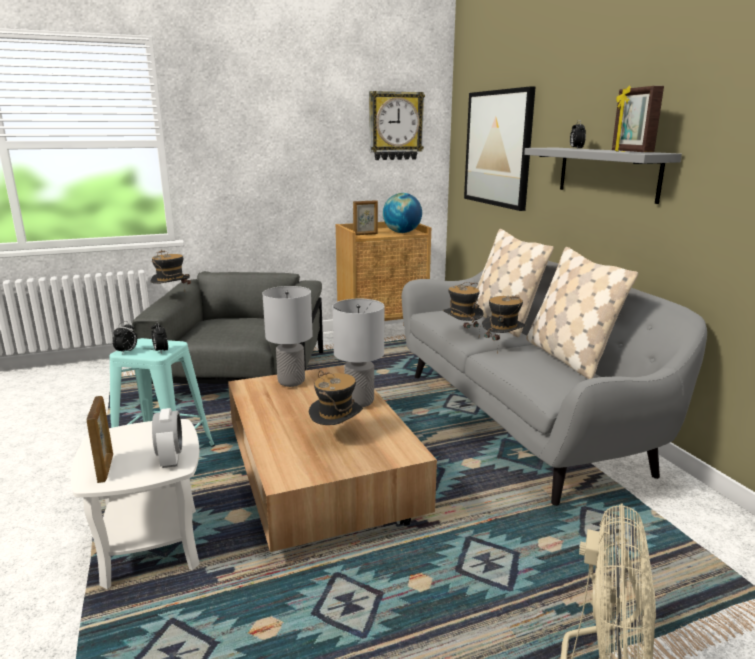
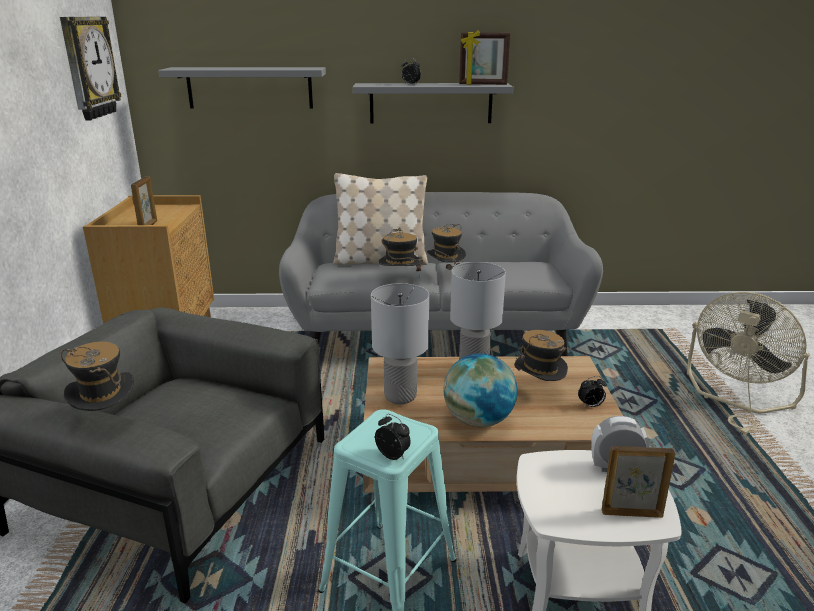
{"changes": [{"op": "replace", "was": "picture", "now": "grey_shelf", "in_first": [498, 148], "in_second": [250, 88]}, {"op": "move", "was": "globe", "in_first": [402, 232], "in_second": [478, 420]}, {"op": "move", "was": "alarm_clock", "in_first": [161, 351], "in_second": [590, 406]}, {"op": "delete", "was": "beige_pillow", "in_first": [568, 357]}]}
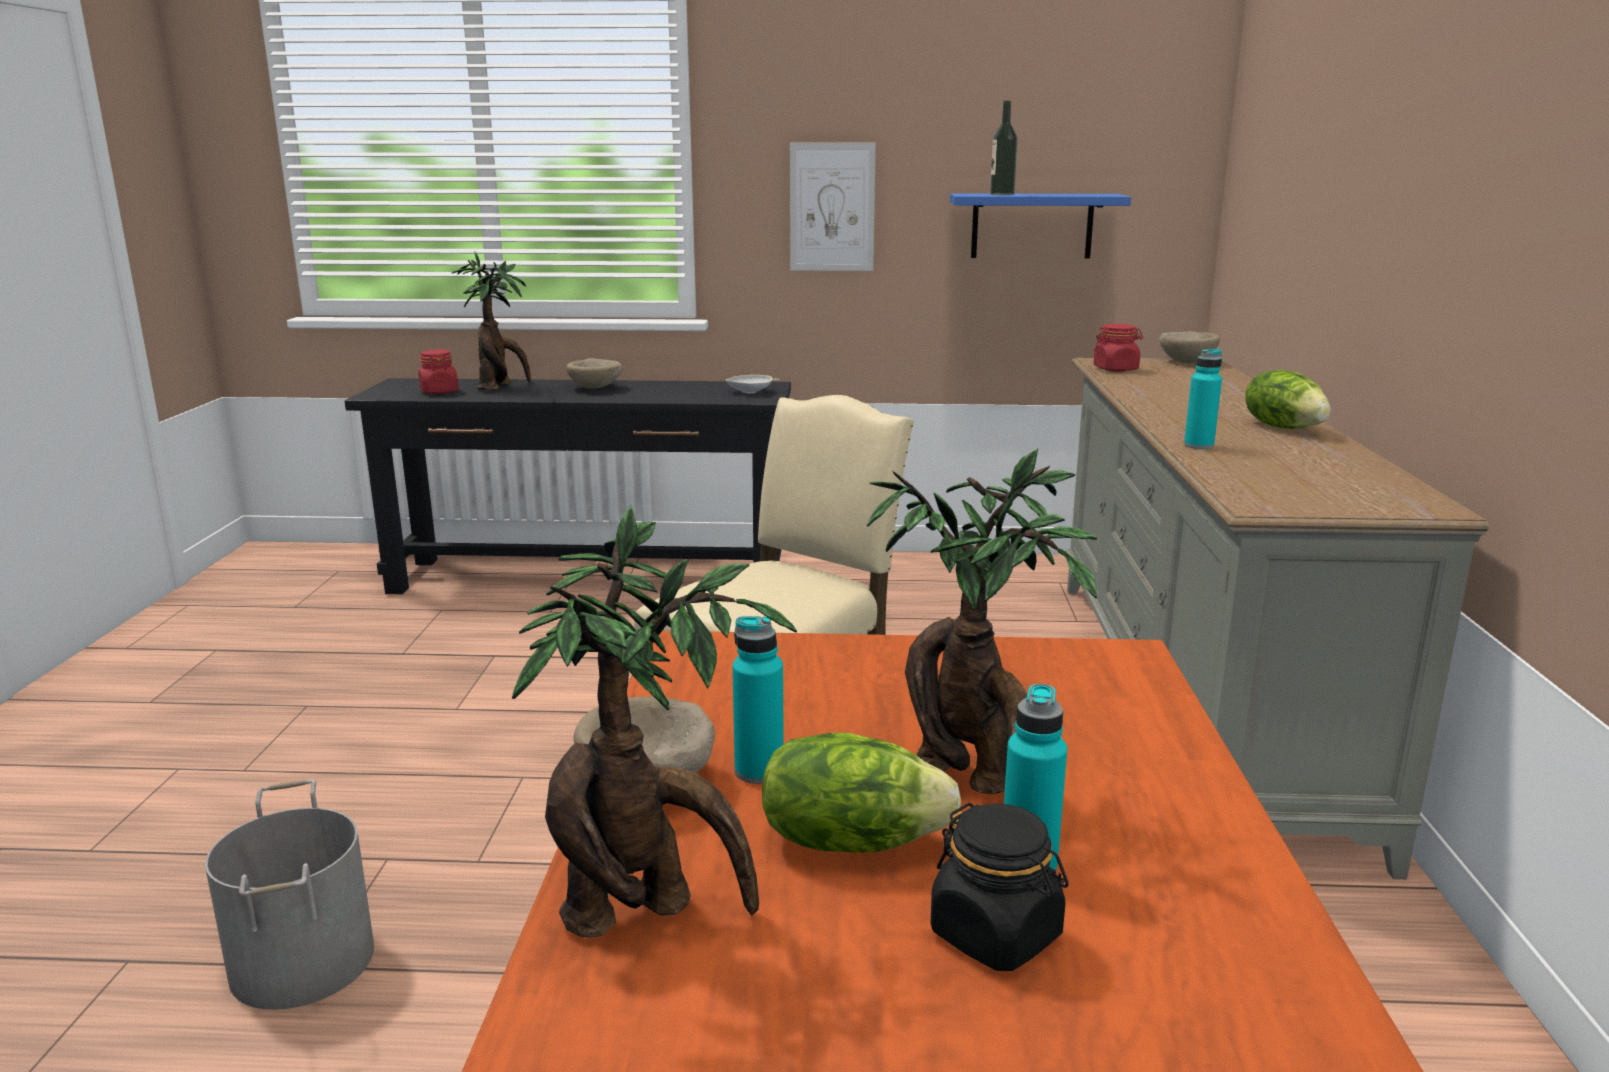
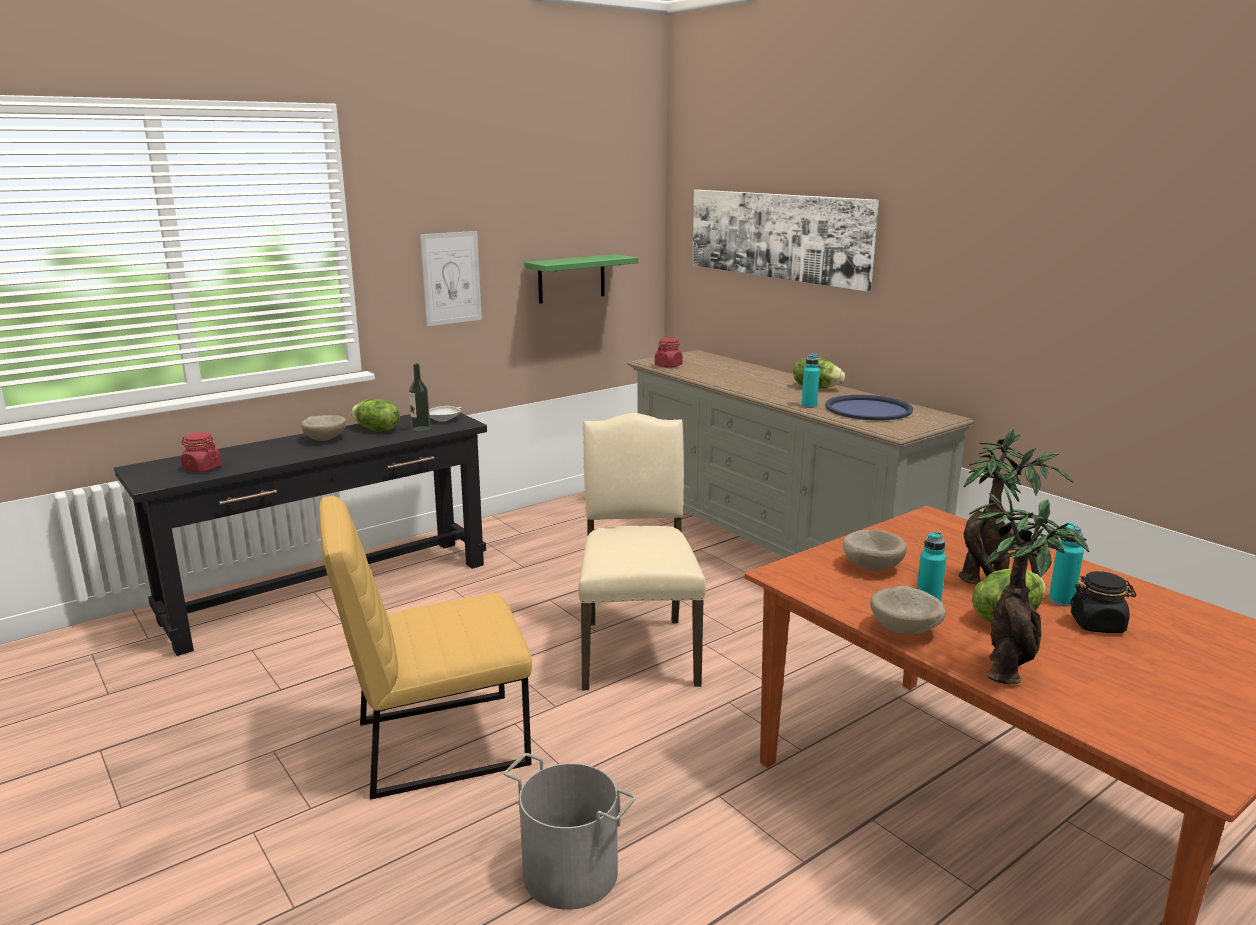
{"changes": [{"op": "insert", "now": "yellow_chair", "in_second": [436, 743]}, {"op": "insert", "now": "lettuce", "in_second": [376, 430]}, {"op": "move", "was": "bottle", "in_first": [1002, 194], "in_second": [421, 429]}, {"op": "recolor", "was": "blue_shelf", "now": "green_shelf", "in_first": [1032, 226], "in_second": [571, 278]}, {"op": "insert", "now": "picture", "in_second": [777, 236]}, {"op": "insert", "now": "blue_tray", "in_second": [868, 409]}, {"op": "move", "was": "beige_bowl", "in_first": [1187, 362], "in_second": [871, 566]}, {"op": "delete", "was": "potted_plant", "in_first": [500, 387]}]}
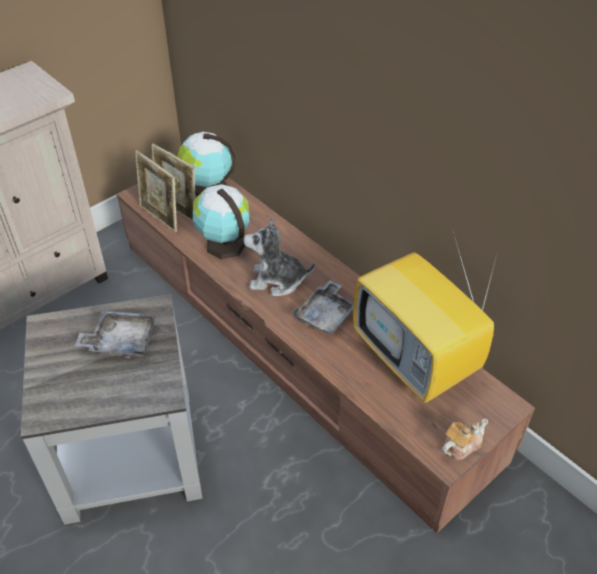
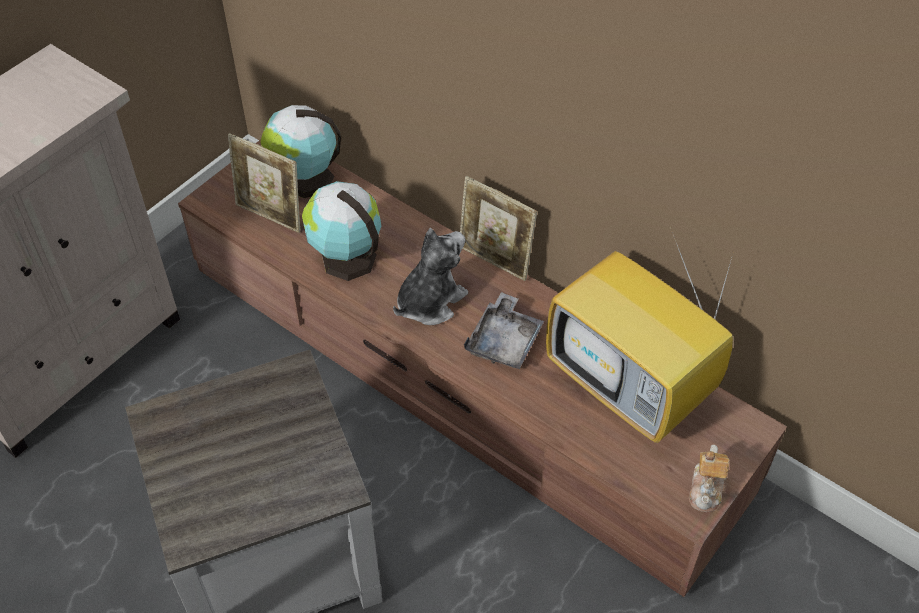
{"changes": [{"op": "rotate", "was": "plush_toy", "in_first": [277, 280], "in_second": [429, 301], "clockwise": 135}, {"op": "move", "was": "picture_frame", "in_first": [160, 218], "in_second": [495, 261]}, {"op": "rotate", "was": "teapot", "in_first": [461, 445], "in_second": [706, 489], "clockwise": 150}, {"op": "delete", "was": "grey_tray", "in_first": [121, 341]}]}
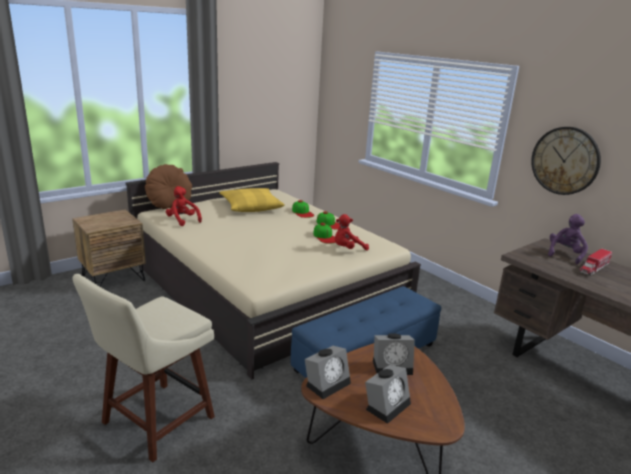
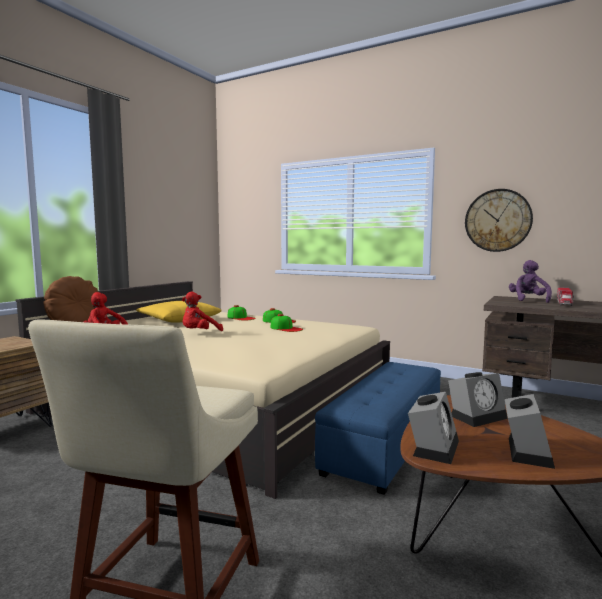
{"changes": [{"op": "move", "was": "red_plush_toy", "in_first": [347, 249], "in_second": [199, 333]}]}
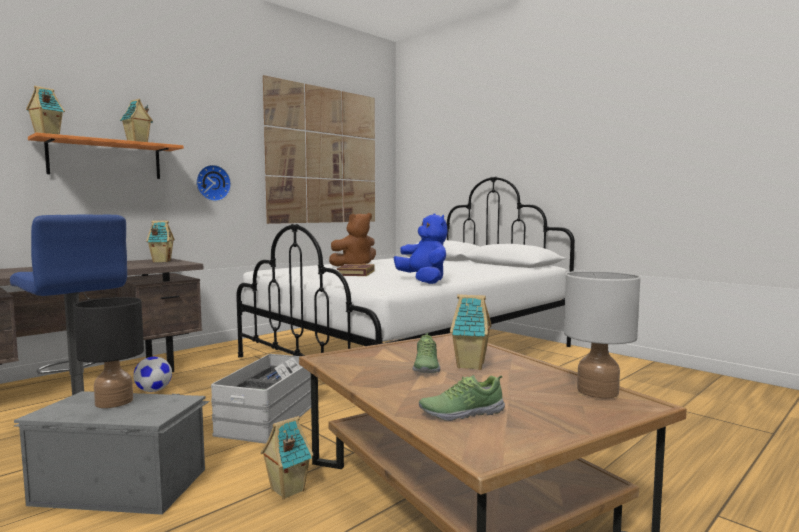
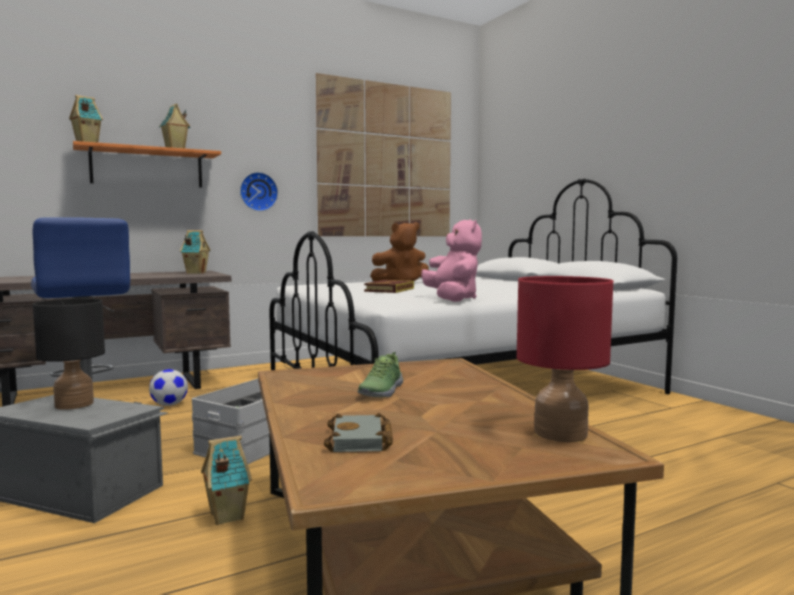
{"changes": [{"op": "replace", "was": "shoe", "now": "grey_book", "in_first": [461, 412], "in_second": [361, 440]}, {"op": "recolor", "was": "blue_plush_toy", "now": "pink_plush_toy", "in_first": [424, 281], "in_second": [452, 299]}, {"op": "recolor", "was": "grey_table_lamp", "now": "red_table_lamp", "in_first": [597, 391], "in_second": [560, 433]}, {"op": "delete", "was": "toy_house", "in_first": [471, 365]}]}
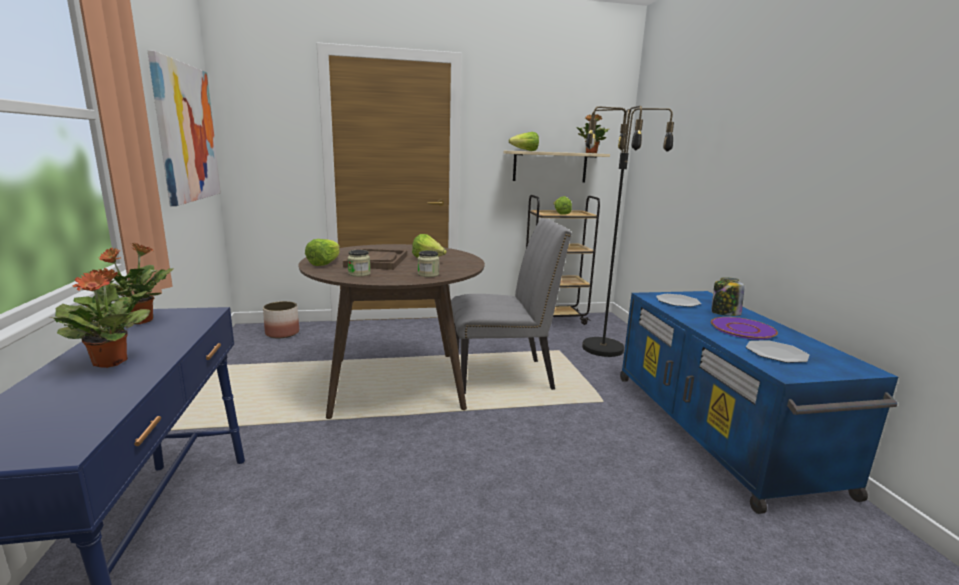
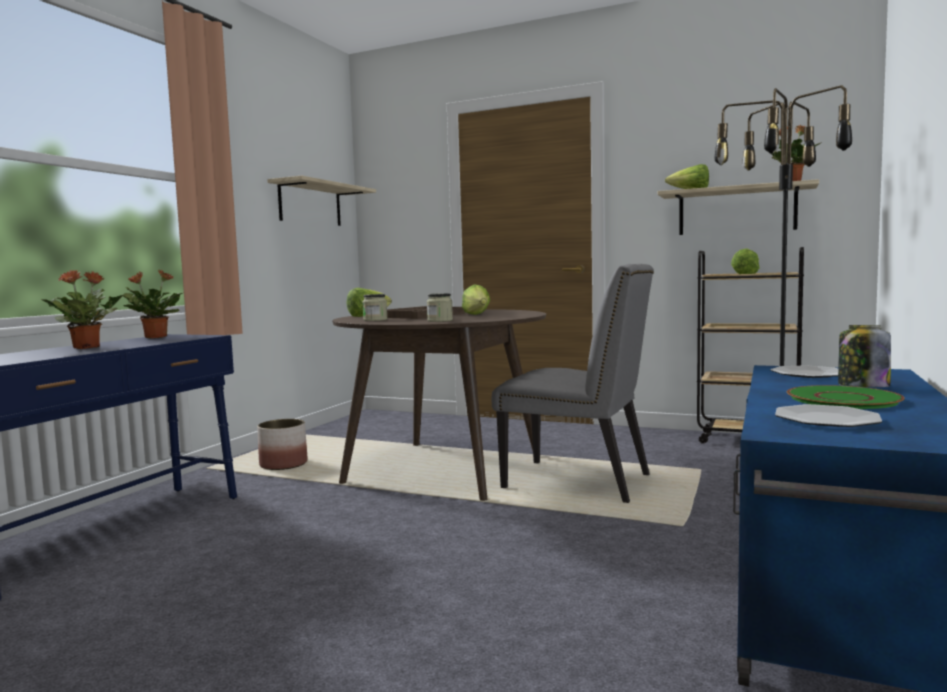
{"changes": [{"op": "move", "was": "planter", "in_first": [282, 333], "in_second": [283, 465]}, {"op": "replace", "was": "picture", "now": "shelf", "in_first": [186, 133], "in_second": [310, 204]}, {"op": "recolor", "was": "purple_plate", "now": "green_plate", "in_first": [743, 329], "in_second": [844, 399]}]}
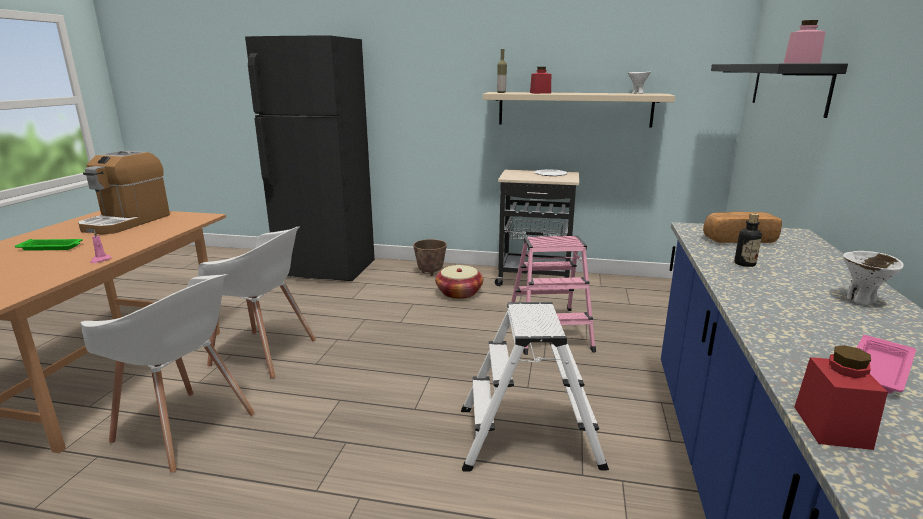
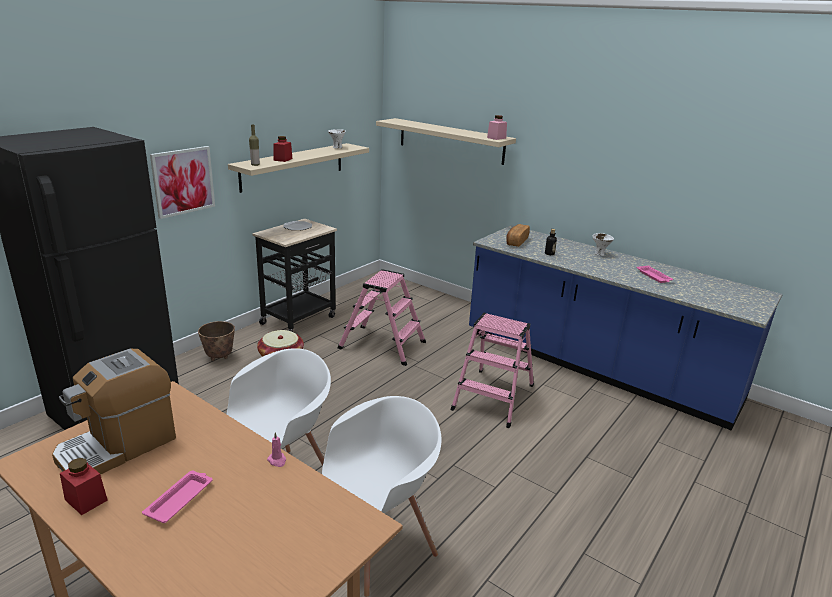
{"changes": [{"op": "rotate", "was": "coffee_machine", "in_first": [126, 222], "in_second": [118, 446], "clockwise": 90}, {"op": "move", "was": "red_jar", "in_first": [831, 427], "in_second": [86, 500]}, {"op": "recolor", "was": "green_tray", "now": "pink_tray", "in_first": [52, 247], "in_second": [180, 499]}, {"op": "insert", "now": "picture", "in_second": [183, 181]}, {"op": "recolor", "was": "black_shelf", "now": "beige_shelf", "in_first": [788, 86], "in_second": [450, 141]}, {"op": "recolor", "was": "white_step_ladder", "now": "pink_step_ladder", "in_first": [529, 437], "in_second": [493, 396]}]}
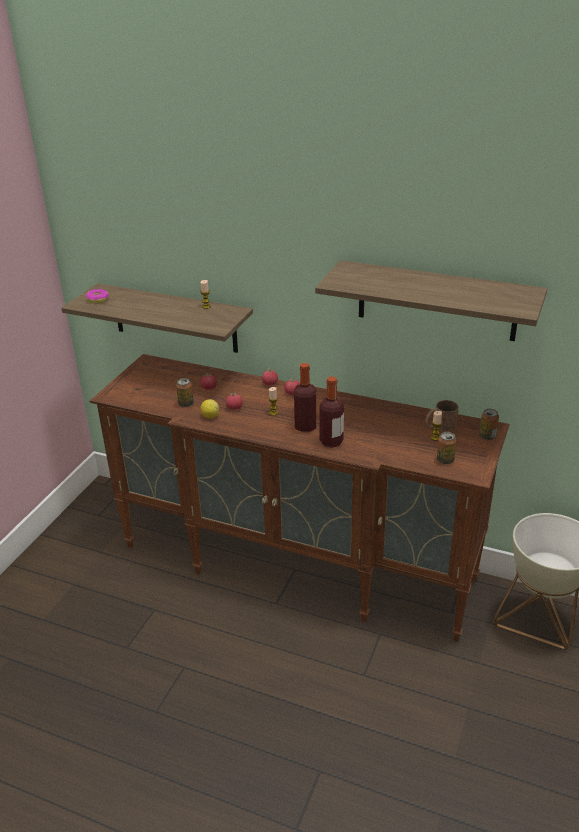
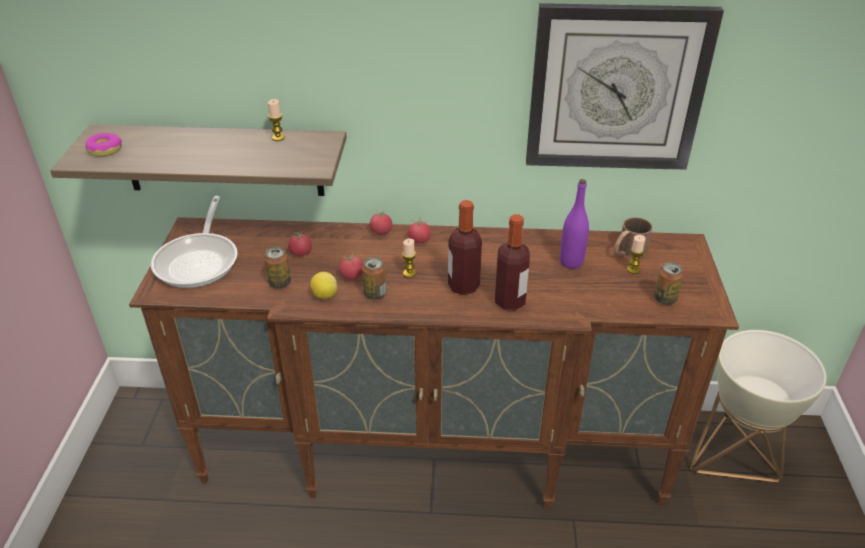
{"changes": [{"op": "insert", "now": "frying_pan", "in_second": [199, 260]}, {"op": "move", "was": "can", "in_first": [487, 436], "in_second": [375, 294]}, {"op": "replace", "was": "shelf", "now": "wall_clock", "in_first": [436, 301], "in_second": [616, 89]}, {"op": "insert", "now": "purple_bottle", "in_second": [571, 262]}]}
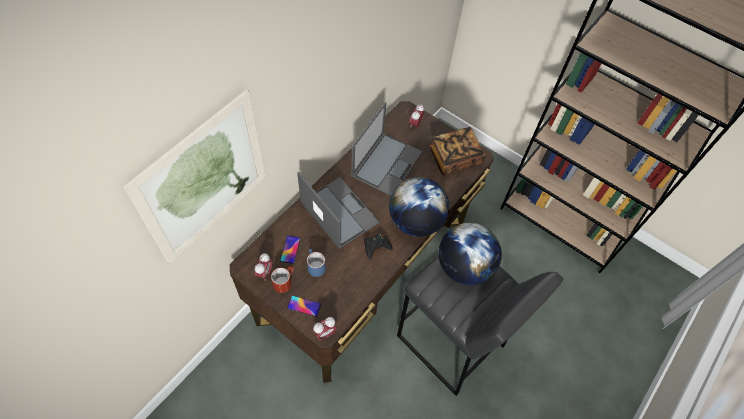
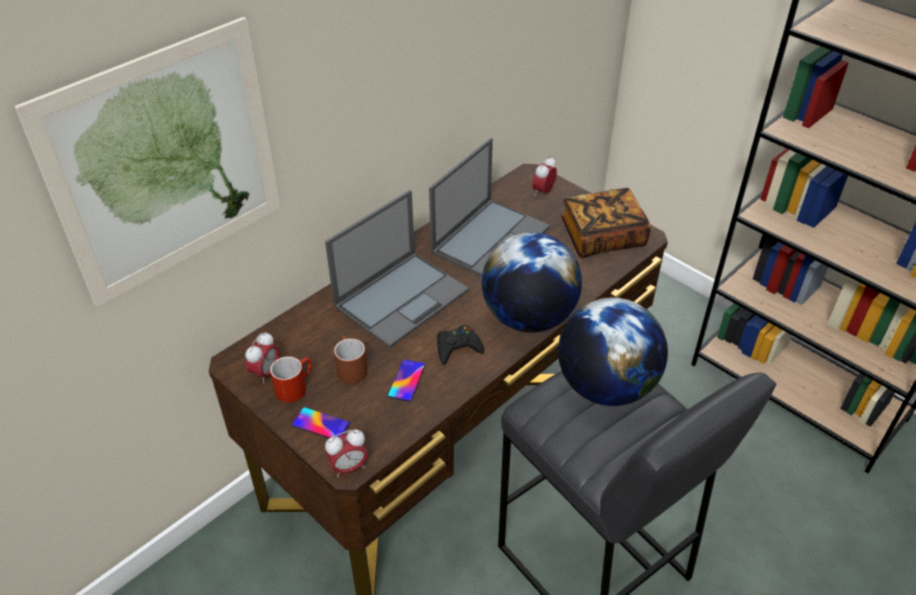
{"changes": [{"op": "rotate", "was": "laptop", "in_first": [338, 212], "in_second": [402, 297], "clockwise": 75}, {"op": "recolor", "was": "blue_mug", "now": "brown_mug", "in_first": [314, 266], "in_second": [349, 368]}, {"op": "move", "was": "phone", "in_first": [290, 249], "in_second": [406, 380]}]}
